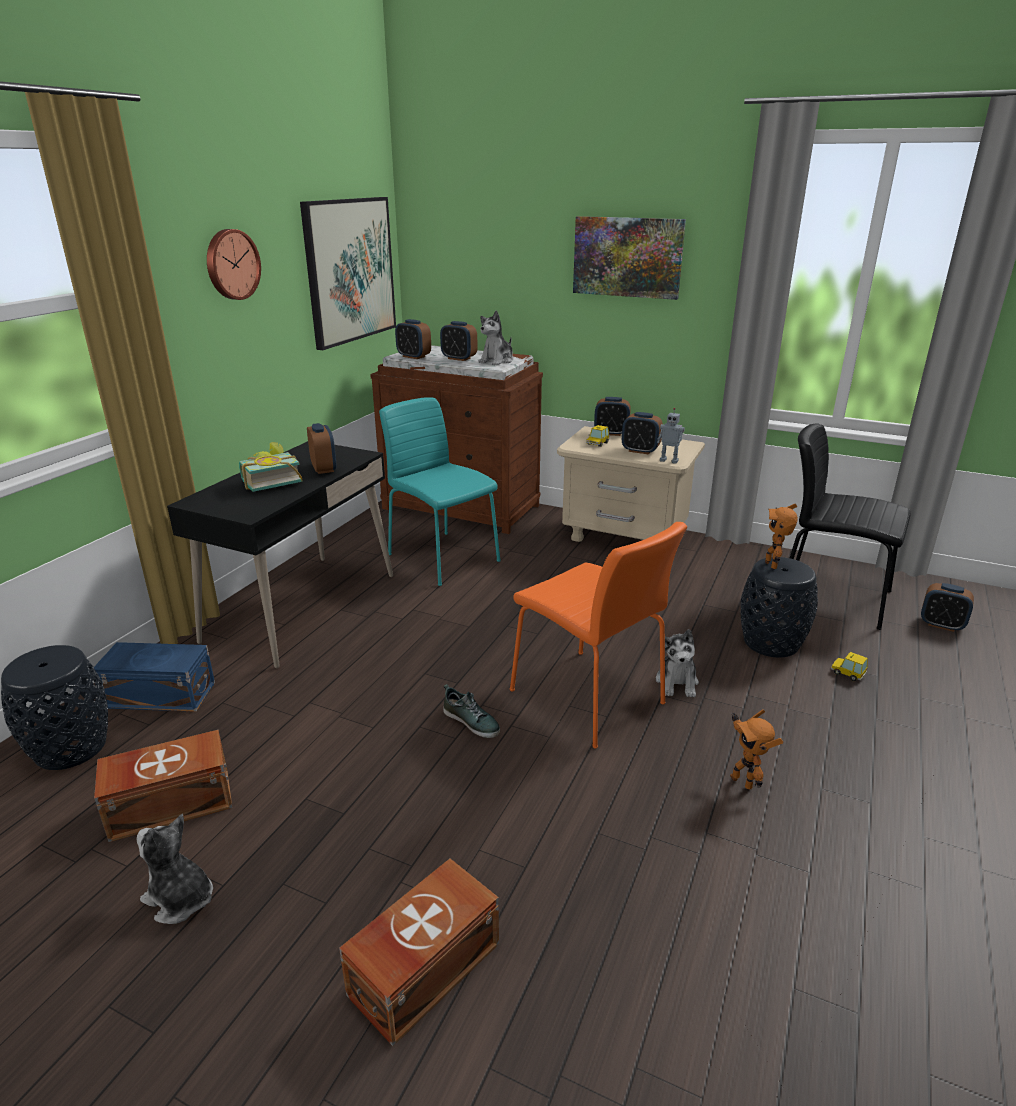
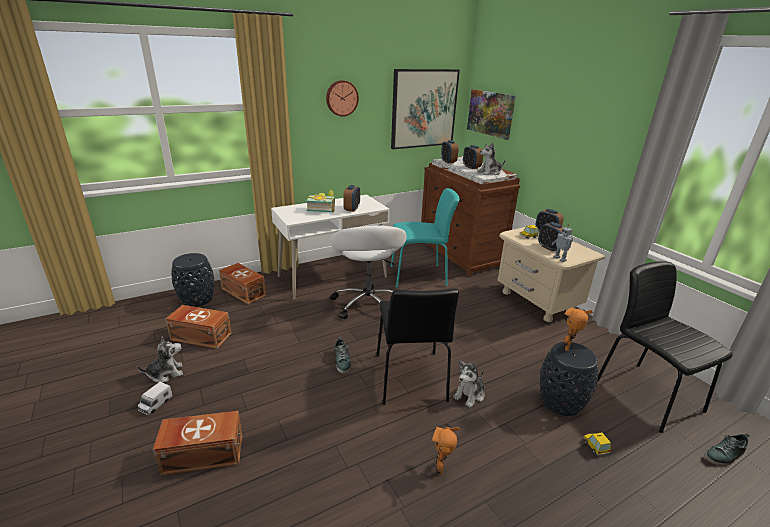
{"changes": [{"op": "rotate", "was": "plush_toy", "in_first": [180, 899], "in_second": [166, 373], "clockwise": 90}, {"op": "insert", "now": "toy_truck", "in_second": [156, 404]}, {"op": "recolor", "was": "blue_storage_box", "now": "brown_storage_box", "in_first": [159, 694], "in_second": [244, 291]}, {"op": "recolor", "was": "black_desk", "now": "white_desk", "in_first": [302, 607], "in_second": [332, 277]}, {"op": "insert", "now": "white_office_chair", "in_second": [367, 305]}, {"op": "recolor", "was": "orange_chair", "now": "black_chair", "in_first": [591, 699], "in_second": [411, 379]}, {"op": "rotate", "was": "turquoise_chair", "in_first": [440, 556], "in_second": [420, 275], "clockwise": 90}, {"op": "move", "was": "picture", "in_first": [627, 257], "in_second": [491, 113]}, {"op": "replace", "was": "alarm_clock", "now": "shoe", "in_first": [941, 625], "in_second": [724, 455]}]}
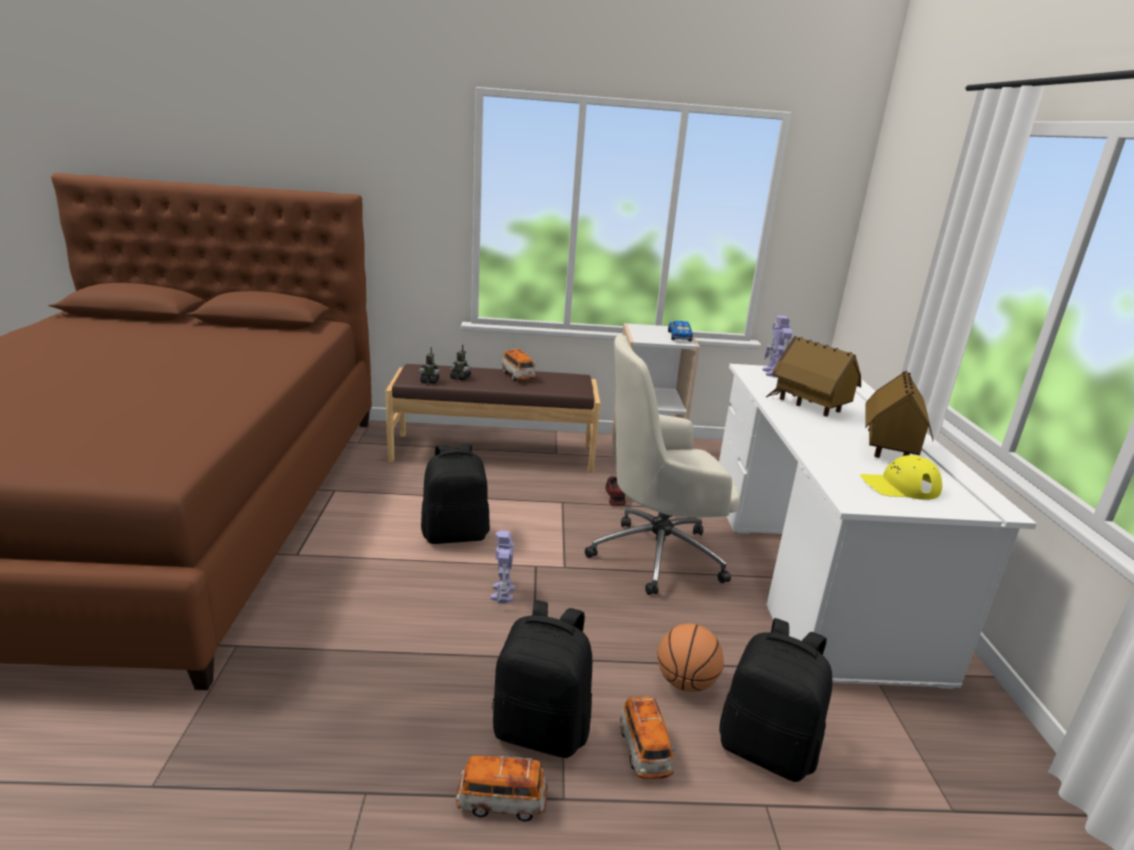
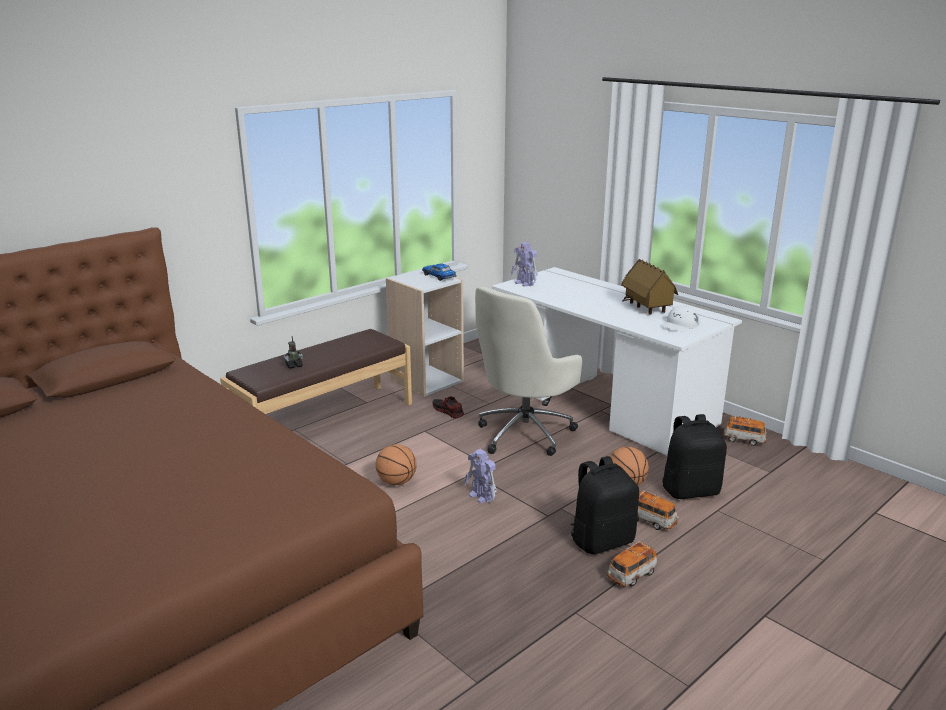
{"changes": [{"op": "replace", "was": "black_backpack", "now": "basketball", "in_first": [455, 534], "in_second": [396, 482]}, {"op": "recolor", "was": "yellow_cap", "now": "white_cap", "in_first": [899, 486], "in_second": [679, 325]}, {"op": "move", "was": "toy_car", "in_first": [518, 376], "in_second": [744, 440]}, {"op": "delete", "was": "toy_robot", "in_first": [429, 381]}, {"op": "delete", "was": "toy_house", "in_first": [808, 407]}]}
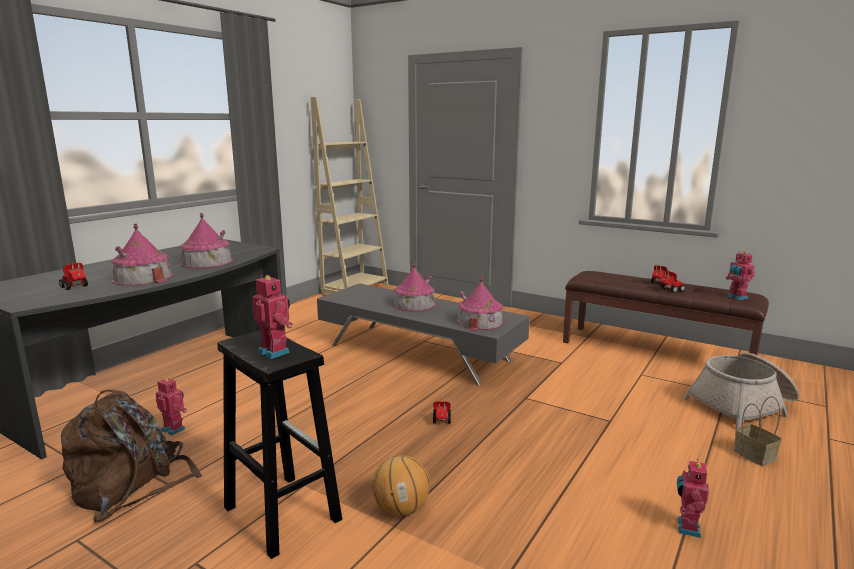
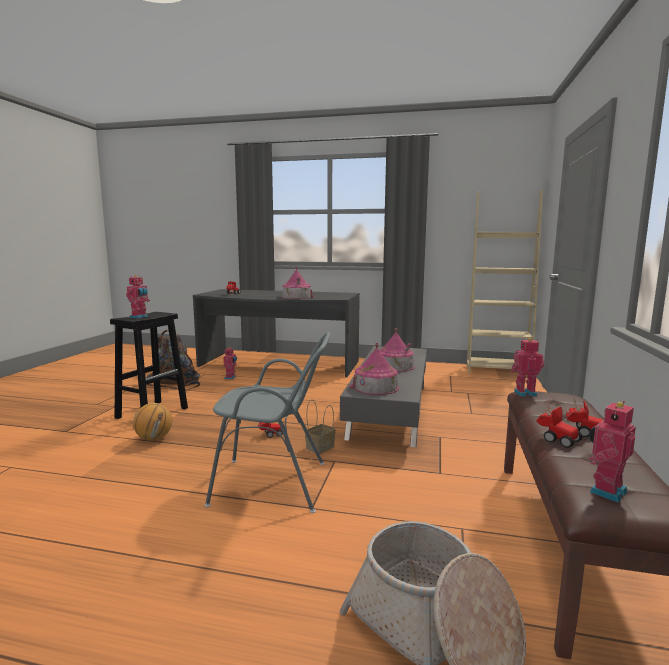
{"changes": [{"op": "insert", "now": "grey_chair", "in_second": [275, 483]}, {"op": "move", "was": "basket", "in_first": [753, 455], "in_second": [320, 447]}, {"op": "move", "was": "toy_robot", "in_first": [686, 527], "in_second": [524, 393]}, {"op": "delete", "was": "toy_house", "in_first": [143, 277]}]}
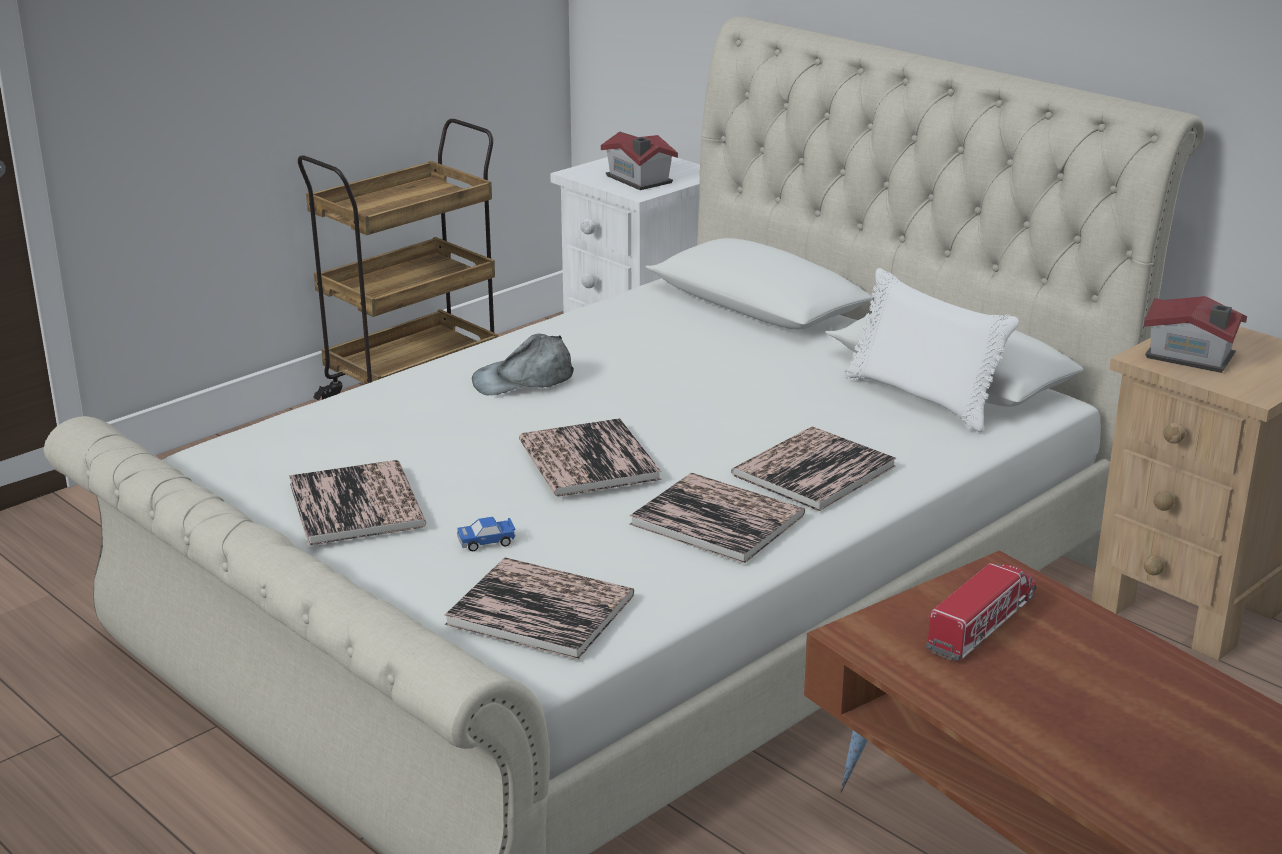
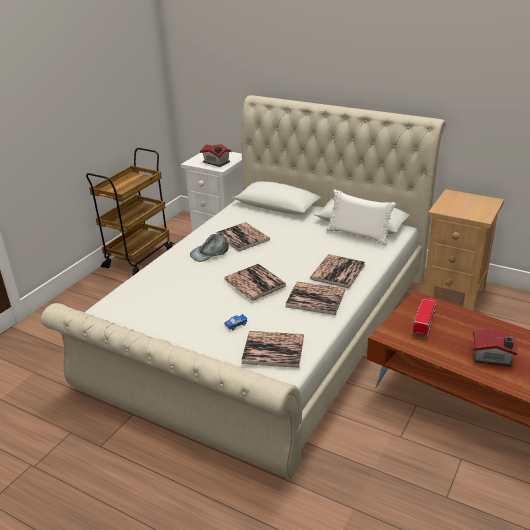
{"changes": [{"op": "move", "was": "book", "in_first": [356, 505], "in_second": [242, 237]}, {"op": "move", "was": "toy_house", "in_first": [1191, 357], "in_second": [493, 357]}]}
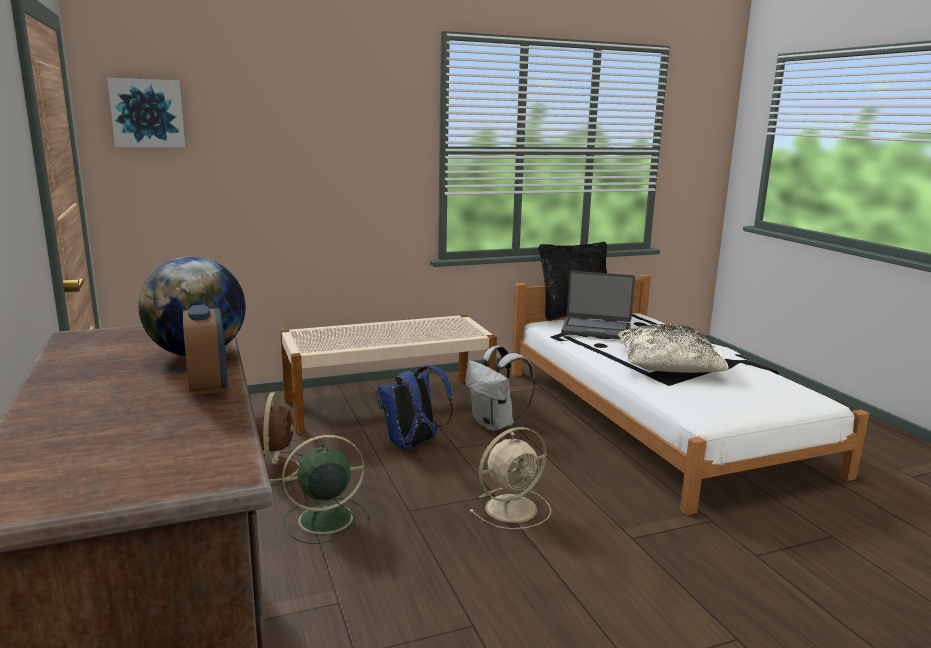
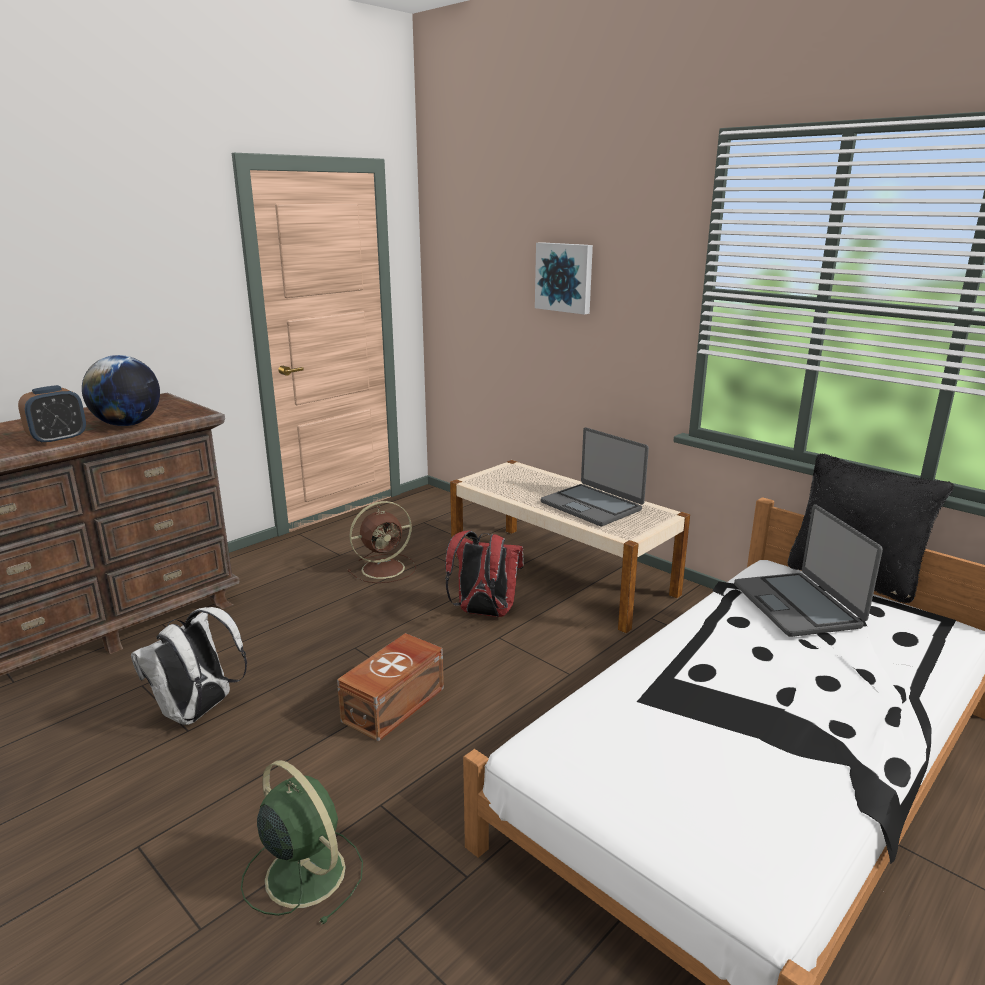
{"changes": [{"op": "move", "was": "white_backpack", "in_first": [495, 424], "in_second": [198, 712]}, {"op": "move", "was": "green_fan", "in_first": [323, 519], "in_second": [303, 872]}, {"op": "replace", "was": "beige_fan", "now": "brown_storage_box", "in_first": [513, 508], "in_second": [396, 704]}, {"op": "recolor", "was": "blue_backpack", "now": "red_backpack", "in_first": [413, 444], "in_second": [483, 613]}, {"op": "move", "was": "picture", "in_first": [147, 113], "in_second": [565, 277]}, {"op": "insert", "now": "laptop", "in_second": [592, 506]}, {"op": "delete", "was": "beige_pillow", "in_first": [668, 364]}]}
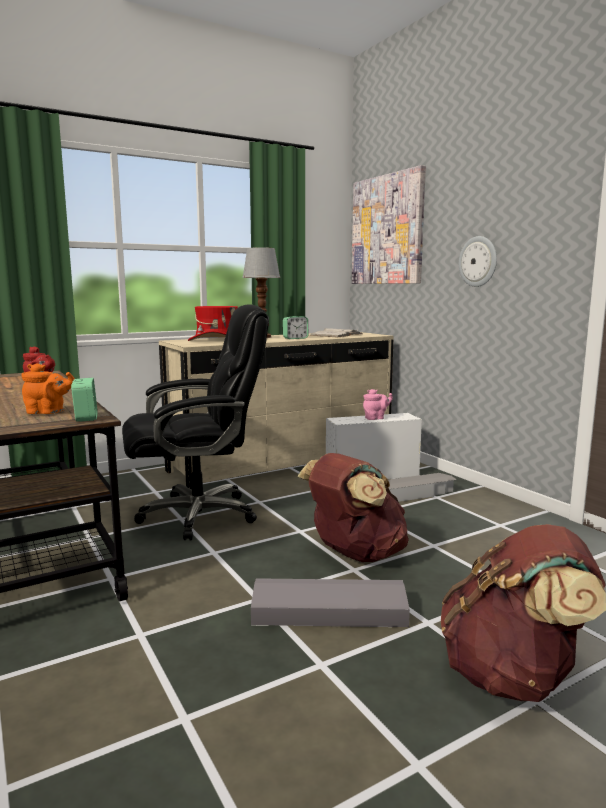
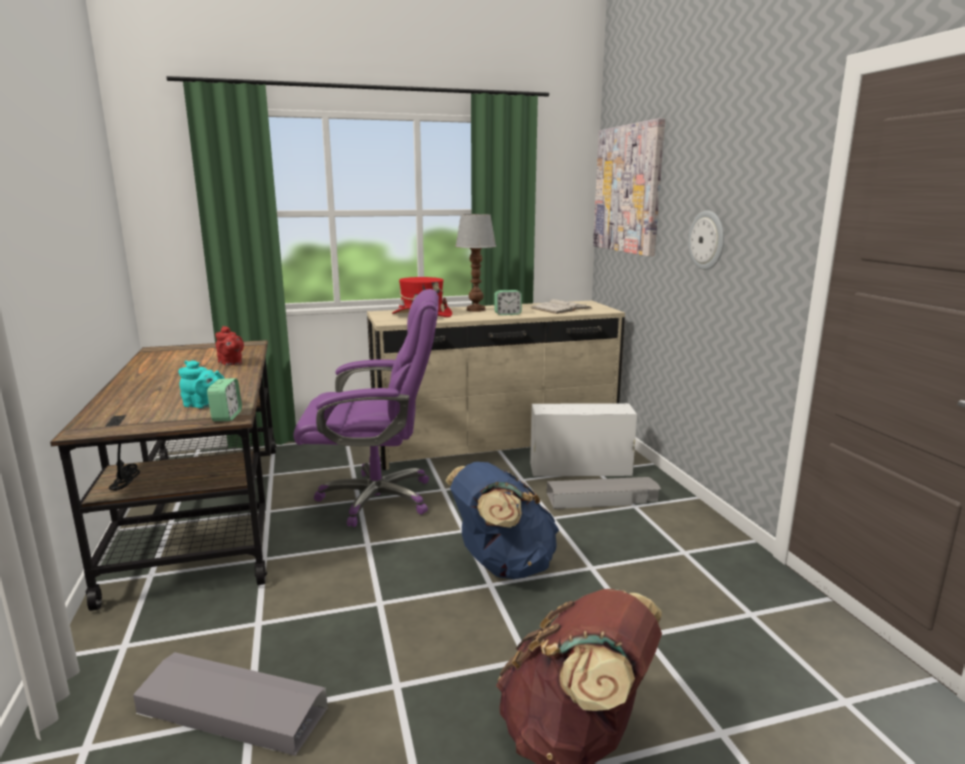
{"changes": [{"op": "move", "was": "grey_storage_box", "in_first": [328, 612], "in_second": [232, 711]}, {"op": "recolor", "was": "orange_teapot", "now": "turquoise_teapot", "in_first": [48, 412], "in_second": [203, 405]}, {"op": "recolor", "was": "black_office_chair", "now": "purple_office_chair", "in_first": [195, 515], "in_second": [374, 498]}, {"op": "recolor", "was": "brown_backpack", "now": "blue_backpack", "in_first": [355, 554], "in_second": [502, 566]}, {"op": "delete", "was": "pink_teapot", "in_first": [376, 418]}]}
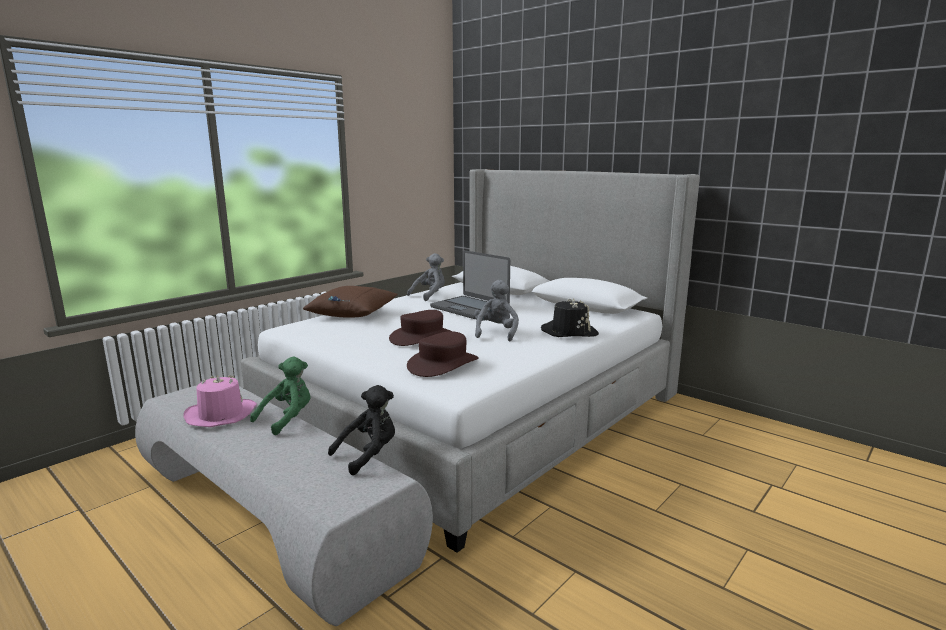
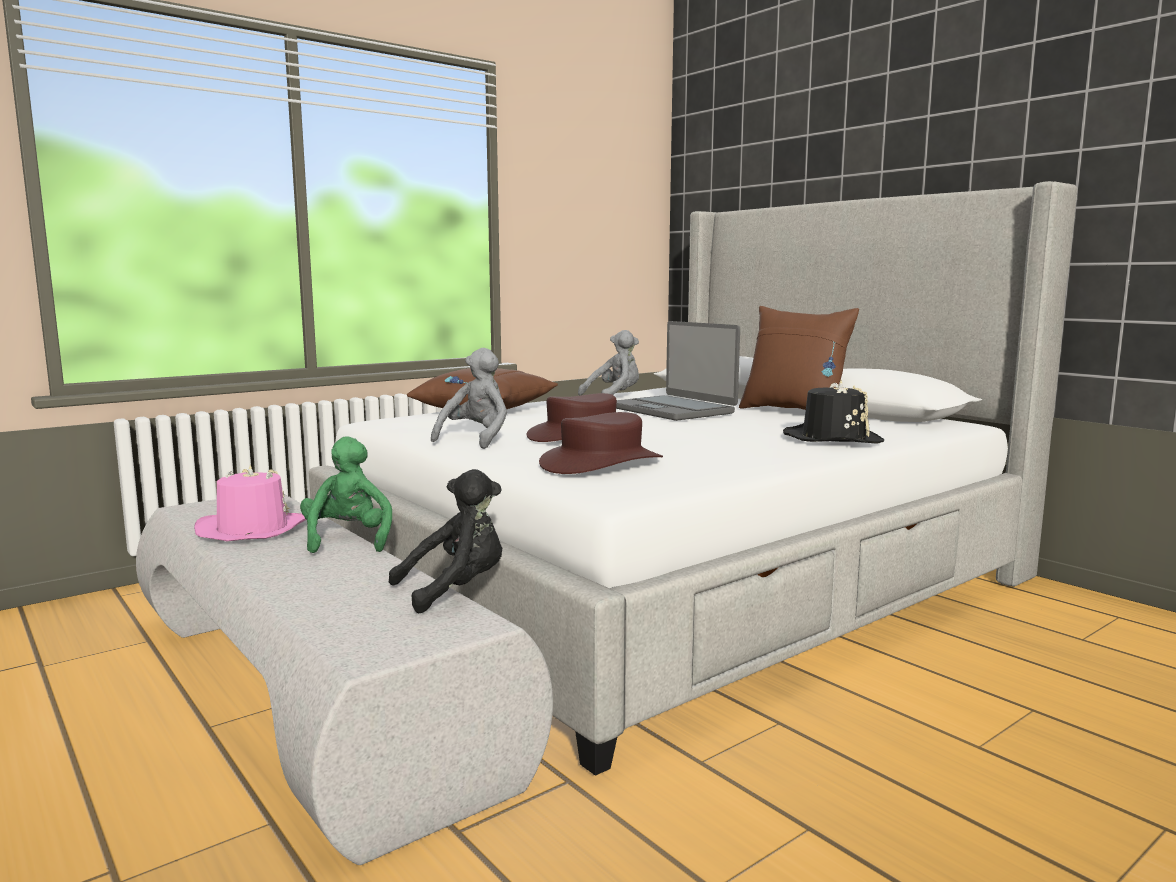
{"changes": [{"op": "rotate", "was": "green_plush_toy", "in_first": [287, 419], "in_second": [348, 540], "clockwise": -60}, {"op": "move", "was": "grey_plush_toy", "in_first": [496, 333], "in_second": [476, 439]}, {"op": "insert", "now": "brown_pillow", "in_second": [793, 413]}]}
